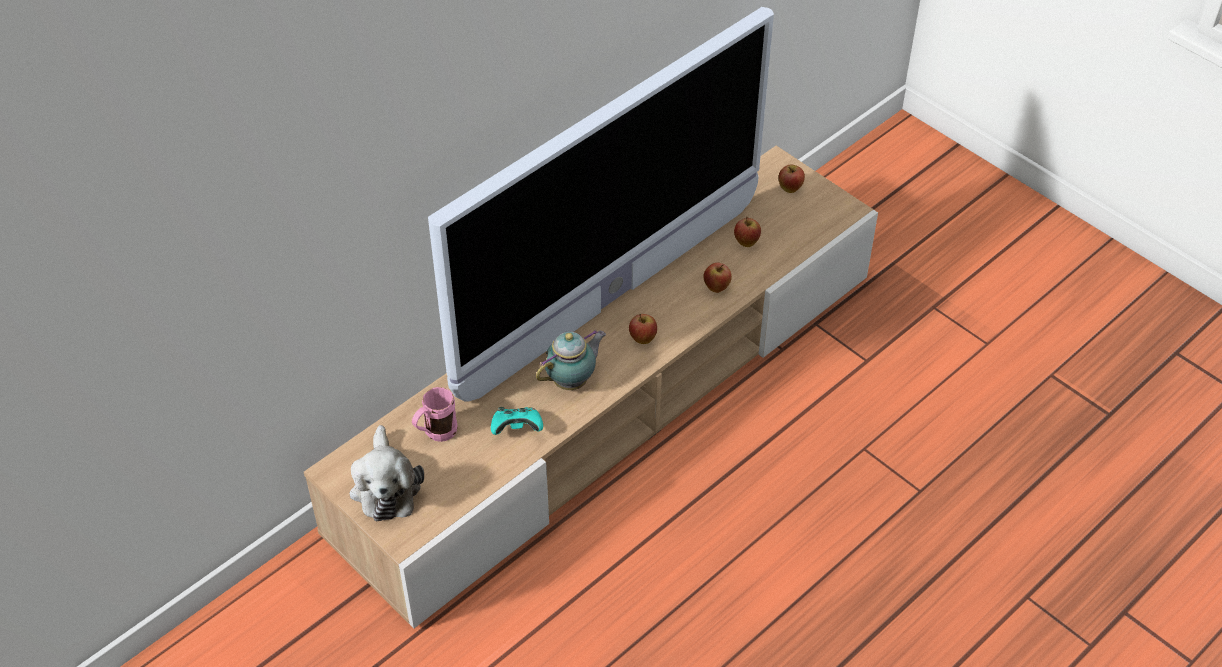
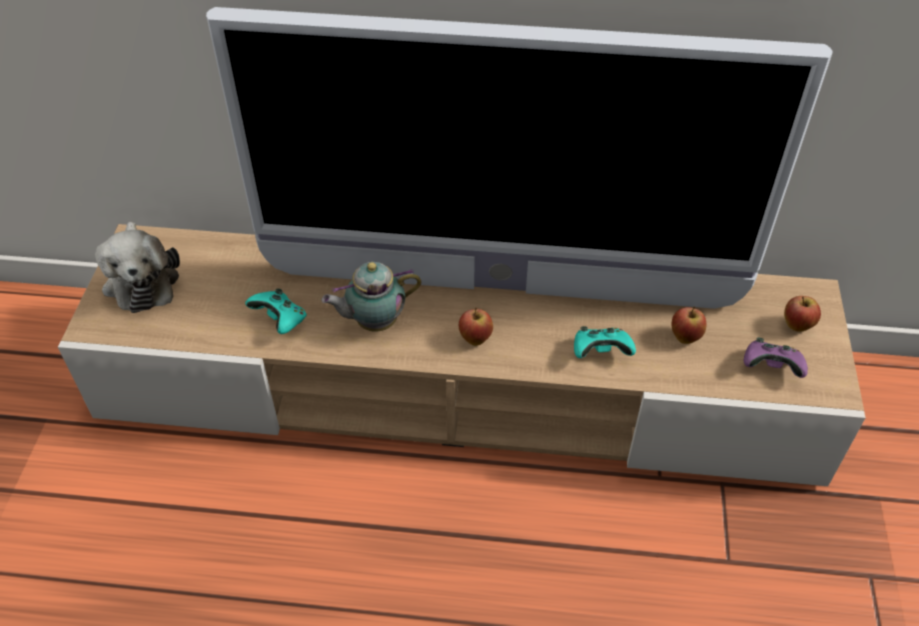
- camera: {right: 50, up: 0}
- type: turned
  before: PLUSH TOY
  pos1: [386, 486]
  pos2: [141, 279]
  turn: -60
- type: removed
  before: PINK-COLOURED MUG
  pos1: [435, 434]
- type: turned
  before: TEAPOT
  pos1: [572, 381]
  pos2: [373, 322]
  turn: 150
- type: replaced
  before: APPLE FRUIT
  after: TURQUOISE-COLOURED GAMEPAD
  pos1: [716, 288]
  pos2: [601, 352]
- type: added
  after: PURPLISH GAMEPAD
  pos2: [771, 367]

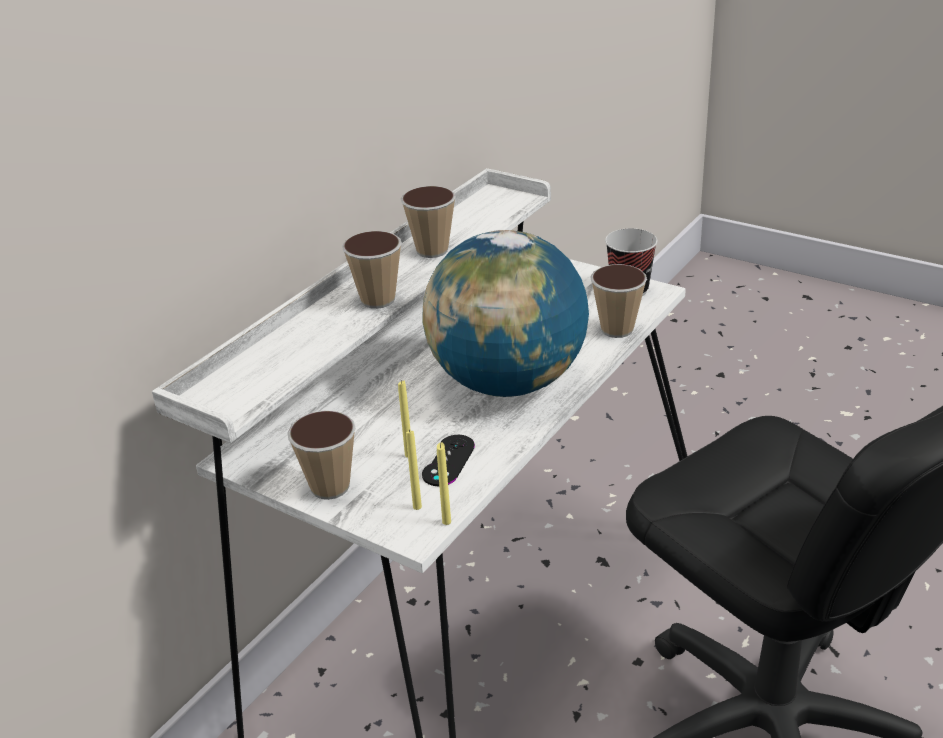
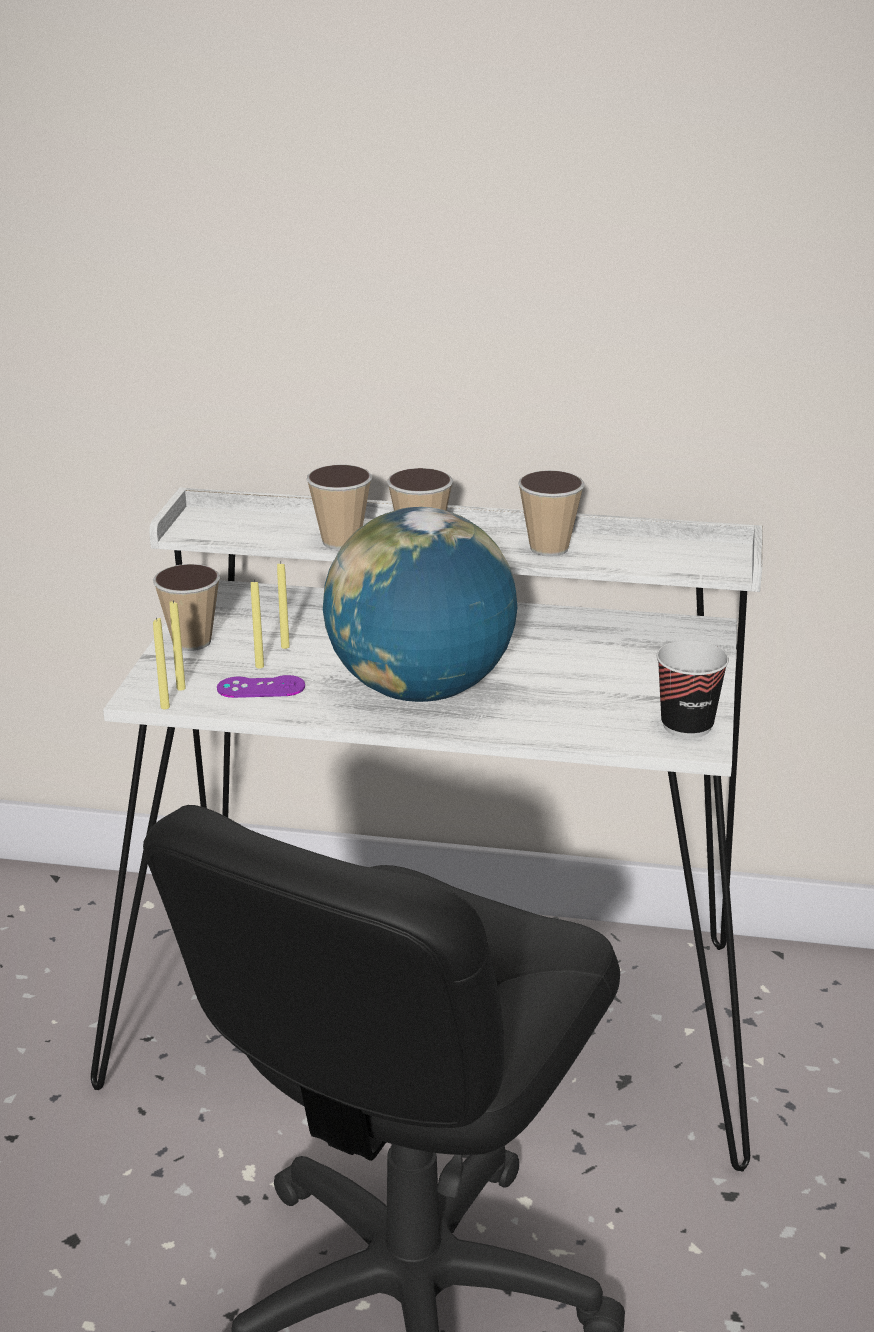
- camera: {right: 65, up: -5}
- type: recoloured
  before: BLACKISH GAMEPAD
  after: PURPLISH GAMEPAD
  pos1: [448, 460]
  pos2: [261, 687]
- type: moved
  before: SMALL CUP
  pos1: [617, 329]
  pos2: [341, 542]
- type: added
  after: YELLOW WAX CANDLE
  pos2: [285, 647]

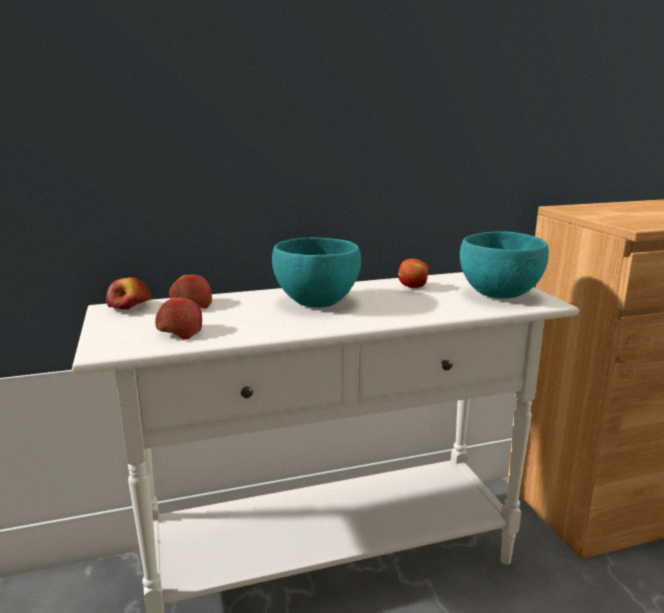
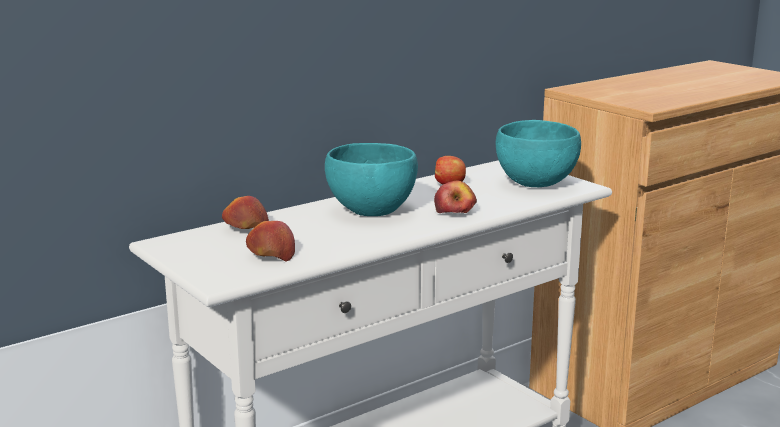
- camera: {right: -20, up: 0}
- type: moved
  before: APPLE FRUIT
  pos1: [130, 307]
  pos2: [455, 211]

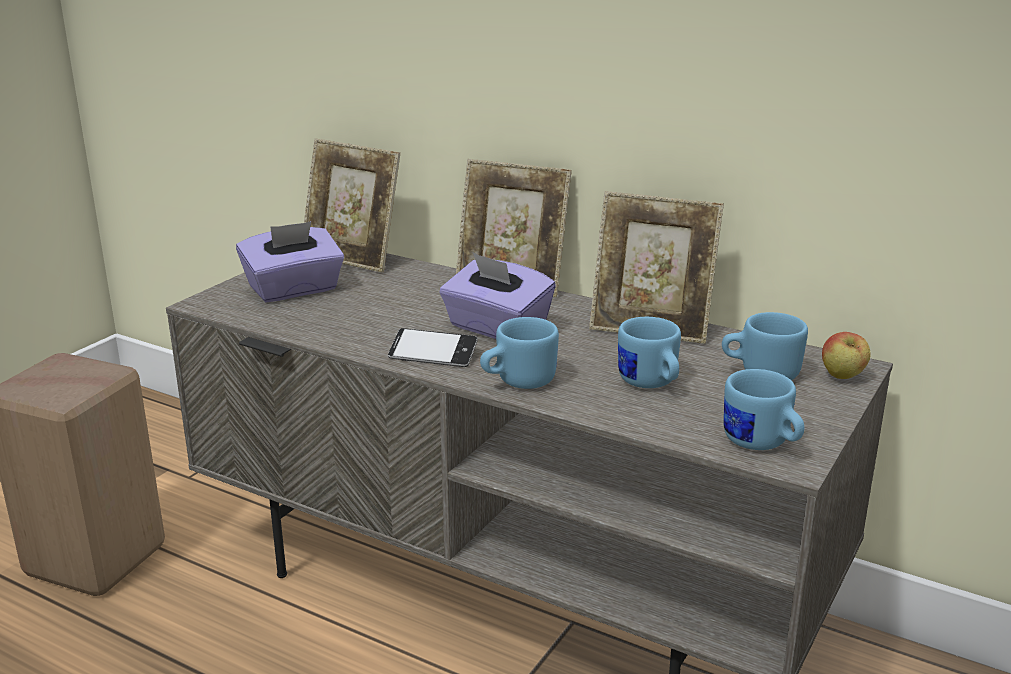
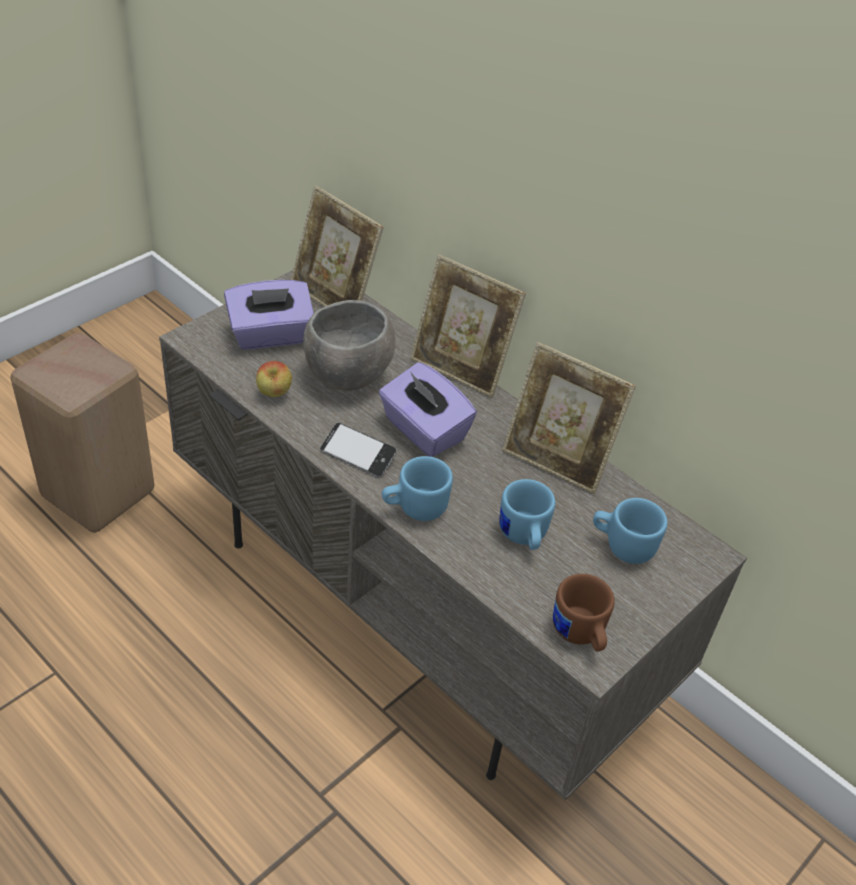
- camera: {right: 10, up: 20}
- type: recoloured
  before: BLUE-COLOURED MUG
  after: BROWN-COLOURED MUG
  pos1: [762, 444]
  pos2: [580, 635]
- type: moved
  before: APPLE FRUIT
  pos1: [842, 378]
  pos2: [274, 394]
- type: added
  after: GREYISH BOWL
  pos2: [346, 376]

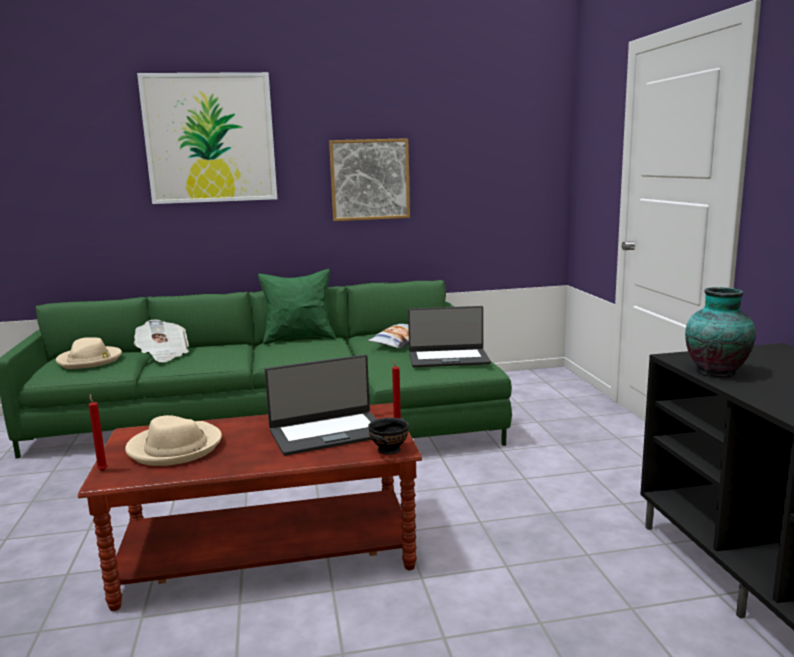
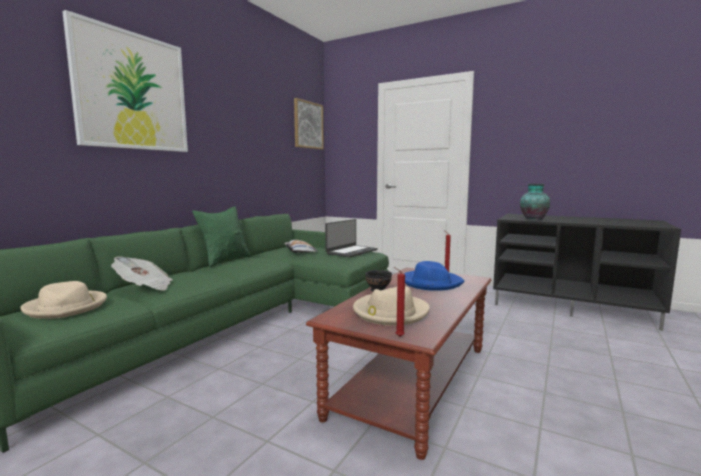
- camera: {right: -50, up: -5}
- type: replaced
  before: PORTABLE COMPUTER
  after: BLUE-COLOURED WEARABLE HAT
  pos1: [328, 433]
  pos2: [431, 283]
- type: moved
  before: WALL PICTURE
  pos1: [370, 179]
  pos2: [308, 125]
- type: moved
  before: BLACKISH BOWL
  pos1: [390, 449]
  pos2: [378, 290]

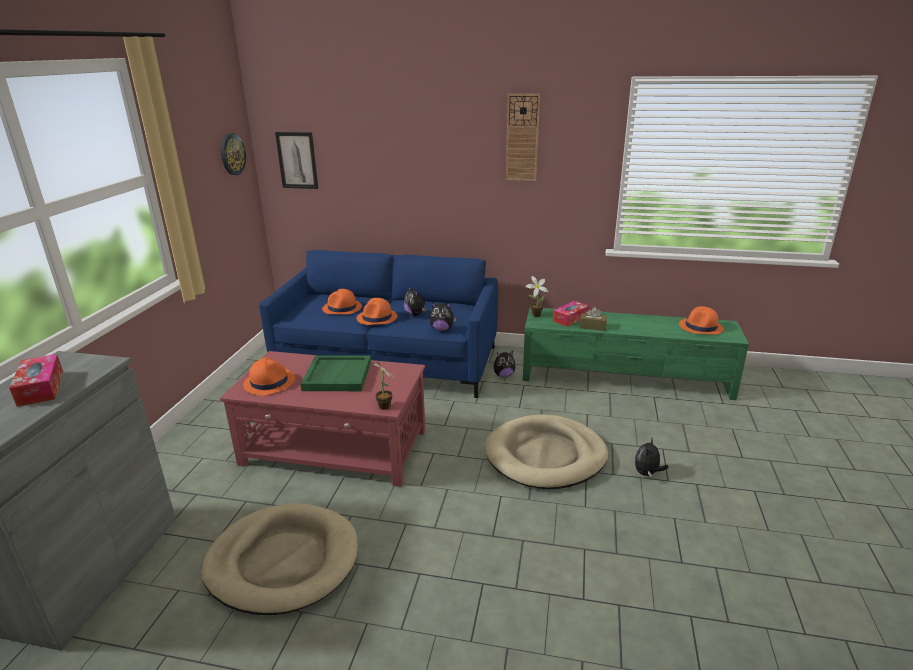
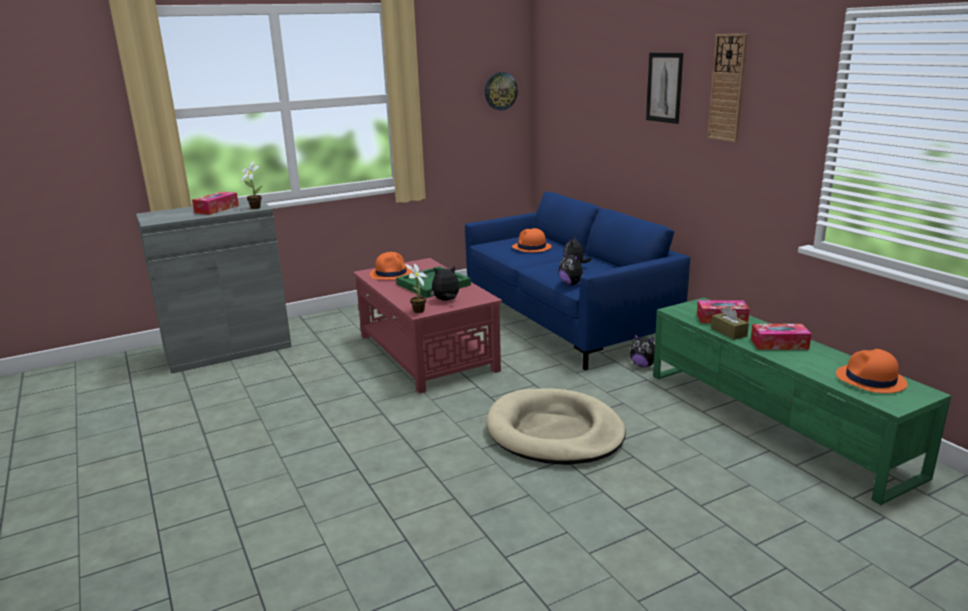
- camera: {right: 50, up: -5}
- type: removed
  before: SAND-COLOURED DOG CUSHION
  pos1: [283, 561]
- type: moved
  before: WALL PICTURE
  pos1: [297, 160]
  pos2: [664, 87]
- type: removed
  before: ORANGE WEARABLE HAT
  pos1: [377, 318]
- type: moved
  before: PLANT IN A POT
  pos1: [534, 315]
  pos2: [255, 207]
- type: moved
  before: PLUSH TOY
  pos1: [647, 473]
  pos2: [446, 300]
- type: added
  after: TISSUE BOX
  pos2: [779, 344]

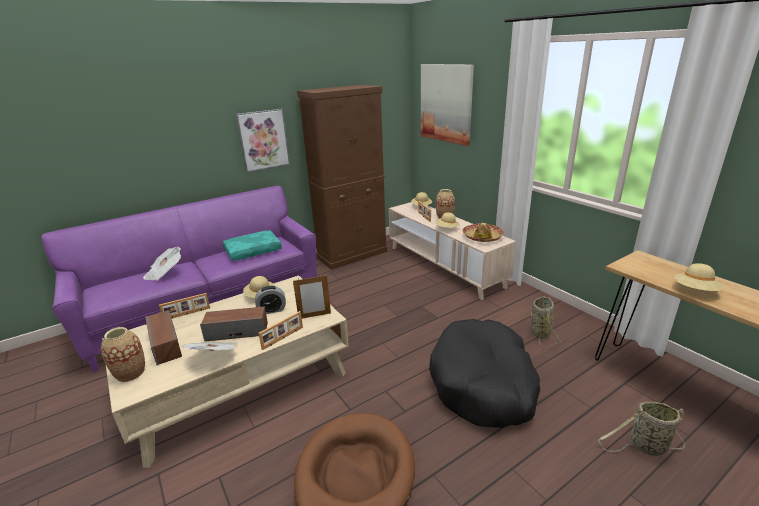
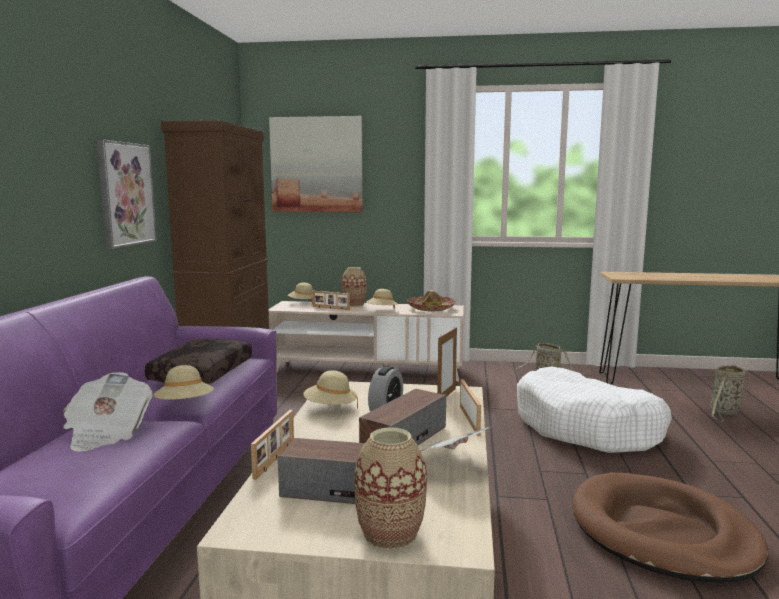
- camera: {right: -50, up: -15}
- type: recoloured
  before: TURQUOISE-COLOURED THROW PILLOW
  after: BROWN-COLOURED THROW PILLOW
  pos1: [253, 251]
  pos2: [201, 373]
- type: recoloured
  before: BLACKISH DOG CUSHION
  after: WHITISH DOG CUSHION
  pos1: [483, 383]
  pos2: [587, 428]
- type: moved
  before: SAND-COLOURED WEARABLE HAT
  pos1: [695, 291]
  pos2: [185, 405]

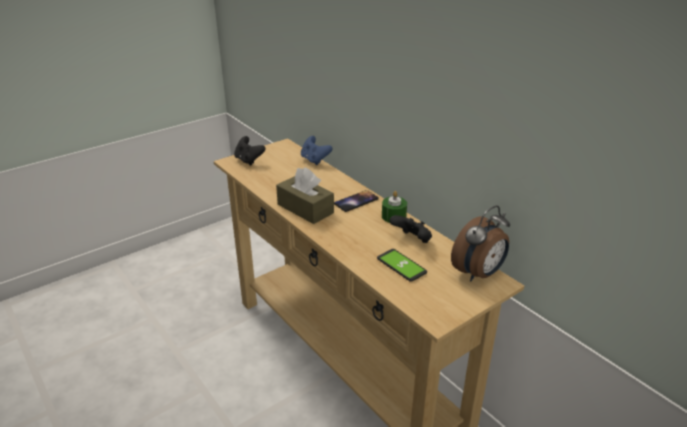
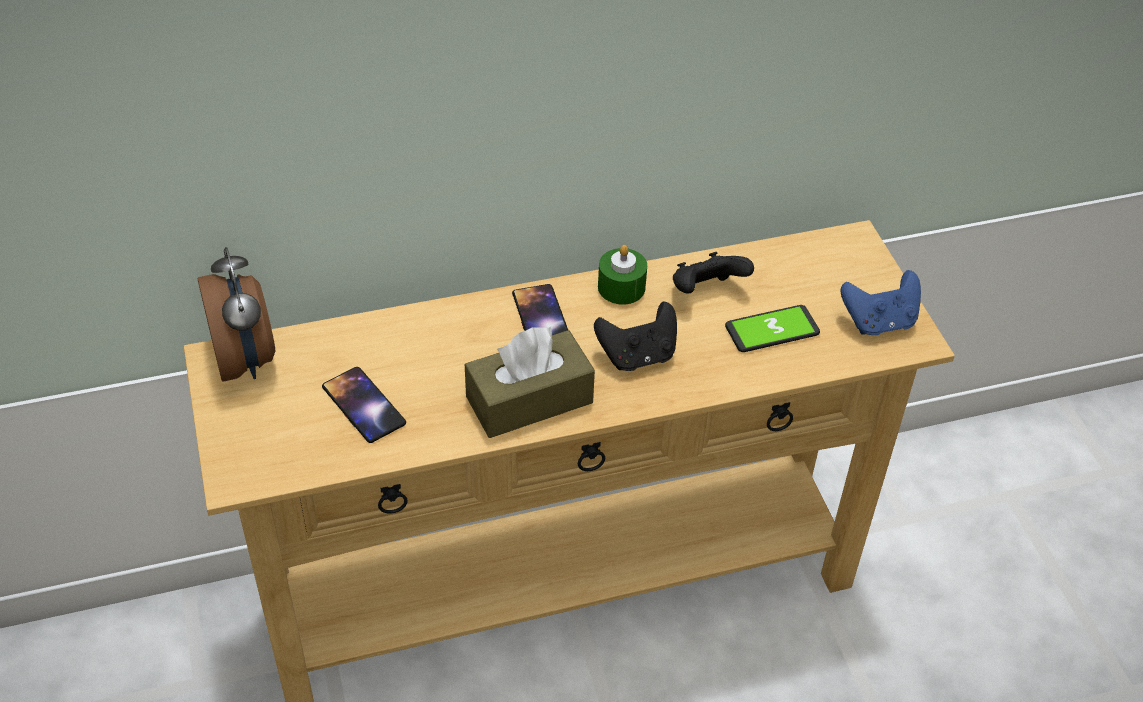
- camera: {right: -70, up: 15}
- type: moved
  before: BLACKISH GAMEPAD
  pos1: [249, 160]
  pos2: [637, 356]
- type: moved
  before: BLUE-COLOURED GAMEPAD
  pos1: [315, 160]
  pos2: [879, 322]
- type: moved
  before: BEDSIDE CLOCK
  pos1: [479, 274]
  pos2: [246, 359]
- type: added
  after: HANDSET
  pos2: [363, 405]

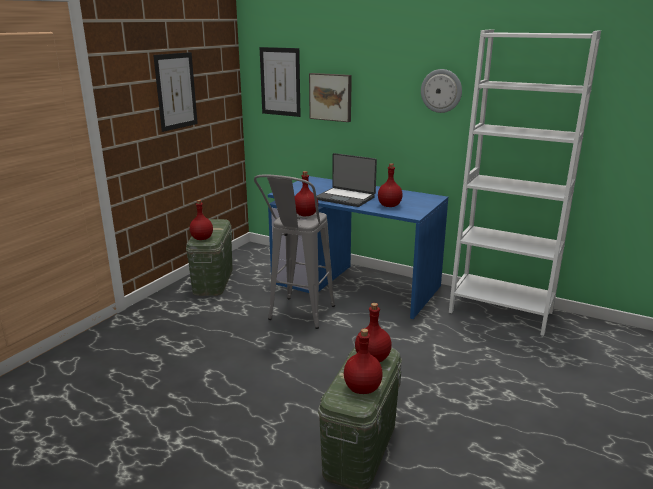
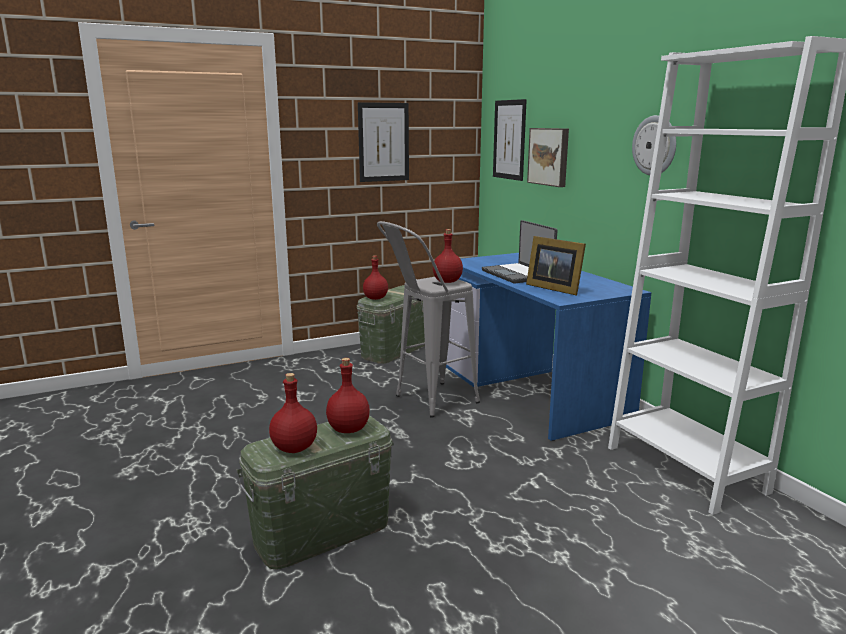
- camera: {right: 35, up: -5}
- type: replaced
  before: RED-COLOURED BEVERAGE BOTTLE
  after: STANDING FRAME
  pos1: [389, 205]
  pos2: [553, 288]

